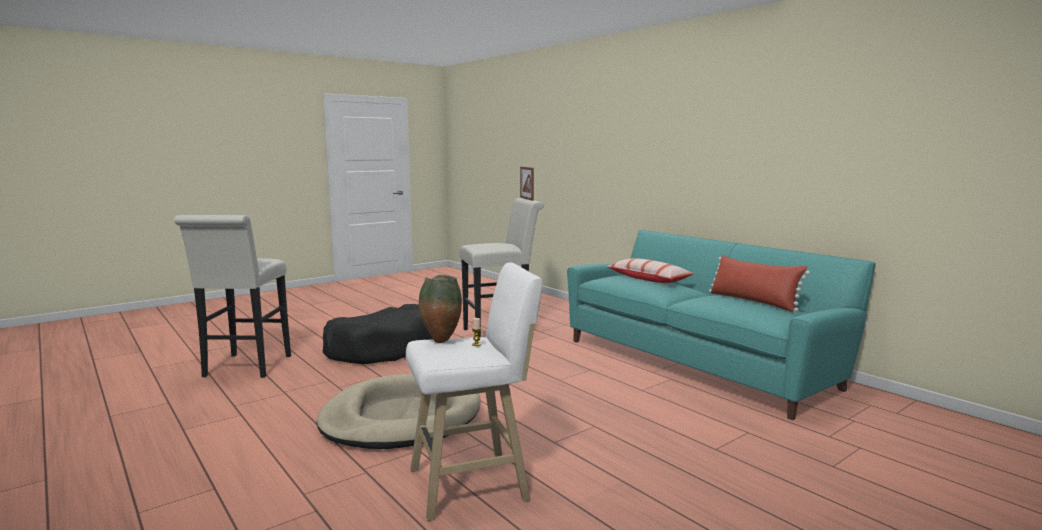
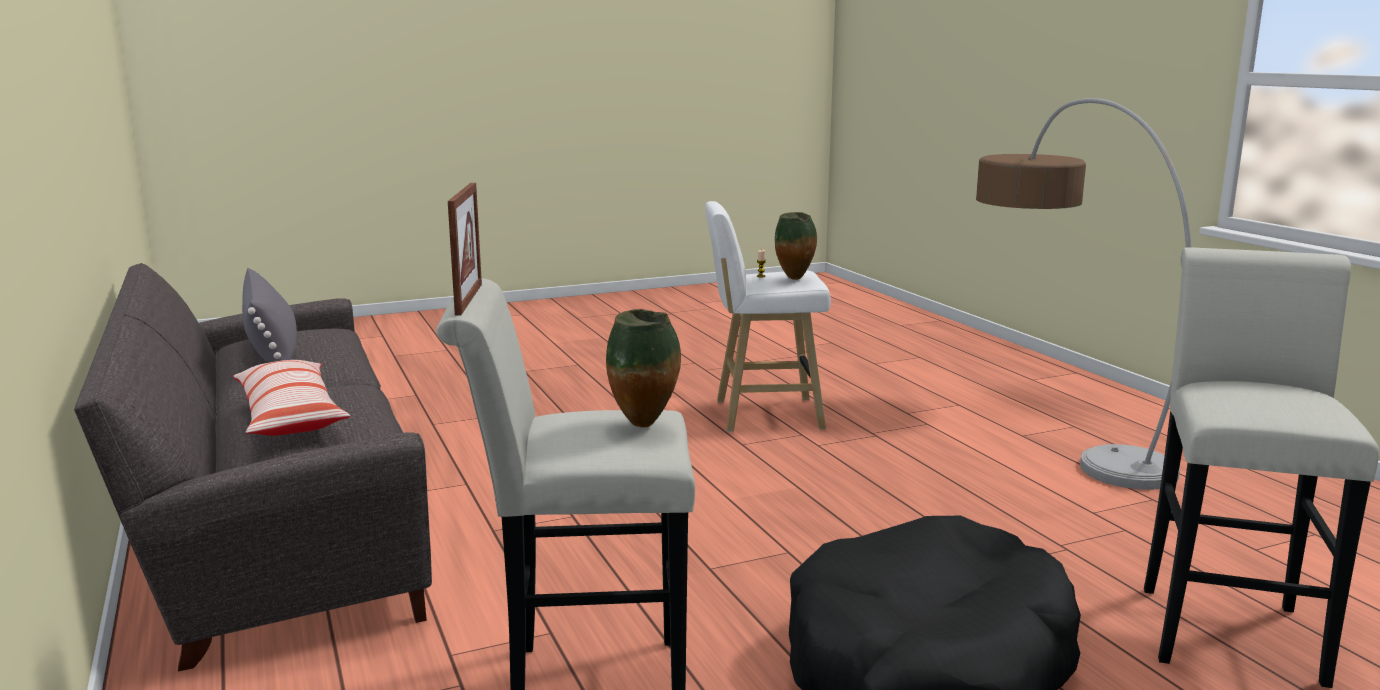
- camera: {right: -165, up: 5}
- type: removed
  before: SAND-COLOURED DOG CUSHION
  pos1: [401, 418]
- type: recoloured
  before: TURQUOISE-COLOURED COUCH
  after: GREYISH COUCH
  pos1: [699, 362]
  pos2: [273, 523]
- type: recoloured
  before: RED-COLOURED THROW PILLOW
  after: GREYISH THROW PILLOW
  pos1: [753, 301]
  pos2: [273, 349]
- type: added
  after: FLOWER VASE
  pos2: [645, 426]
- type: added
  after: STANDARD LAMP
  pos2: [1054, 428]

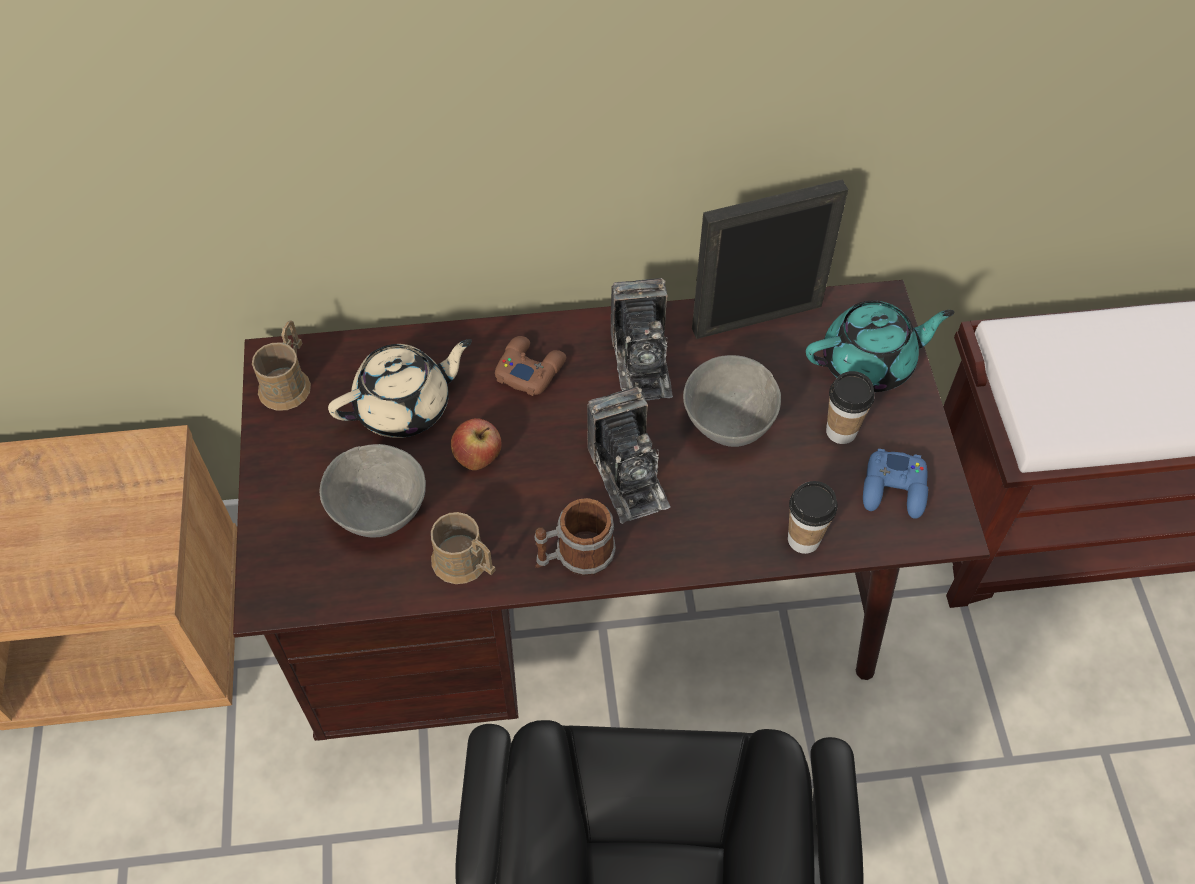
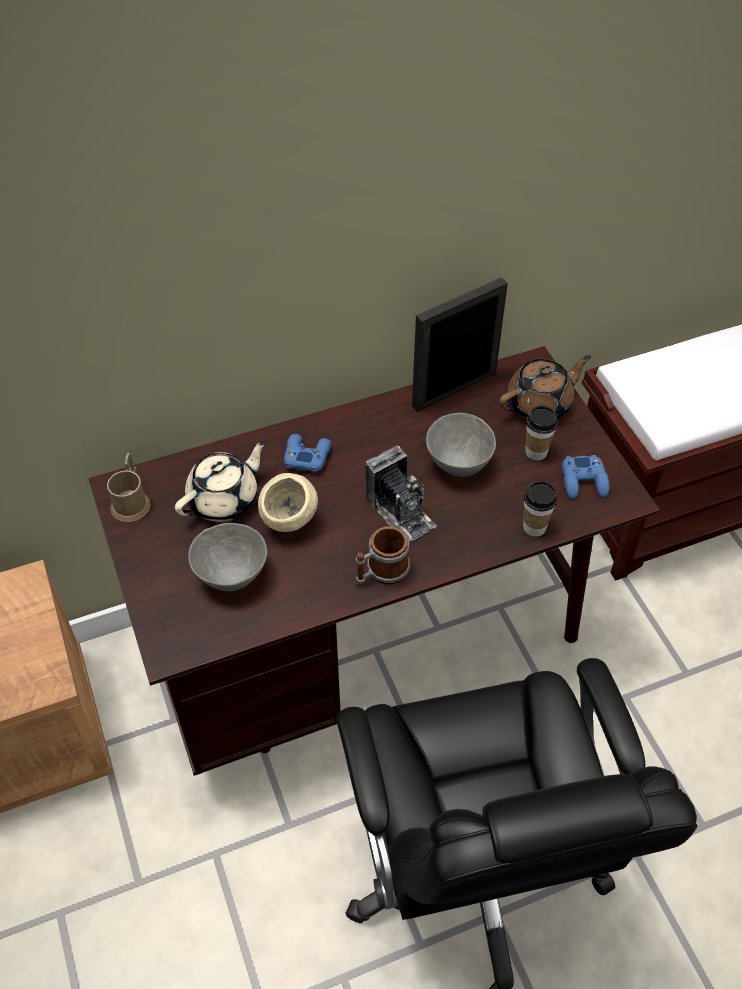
- camera: {right: -15, up: -5}
- type: removed
  before: BROWN-COLOURED MUG
  pos1: [466, 563]
- type: replaced
  before: APPLE FRUIT
  after: SAND-COLOURED BOWL
  pos1: [478, 458]
  pos2: [290, 523]
- type: recoloured
  before: BROWN-COLOURED GAMEPAD
  after: BLUE-COLOURED GAMEPAD
  pos1: [530, 369]
  pos2: [307, 456]
- type: removed
  before: STILL CAMERA
  pos1: [641, 362]
- type: recoloured
  before: TURQUOISE-COLOURED TEAPOT
  after: BROWN-COLOURED TEAPOT
  pos1: [869, 363]
  pos2: [540, 404]

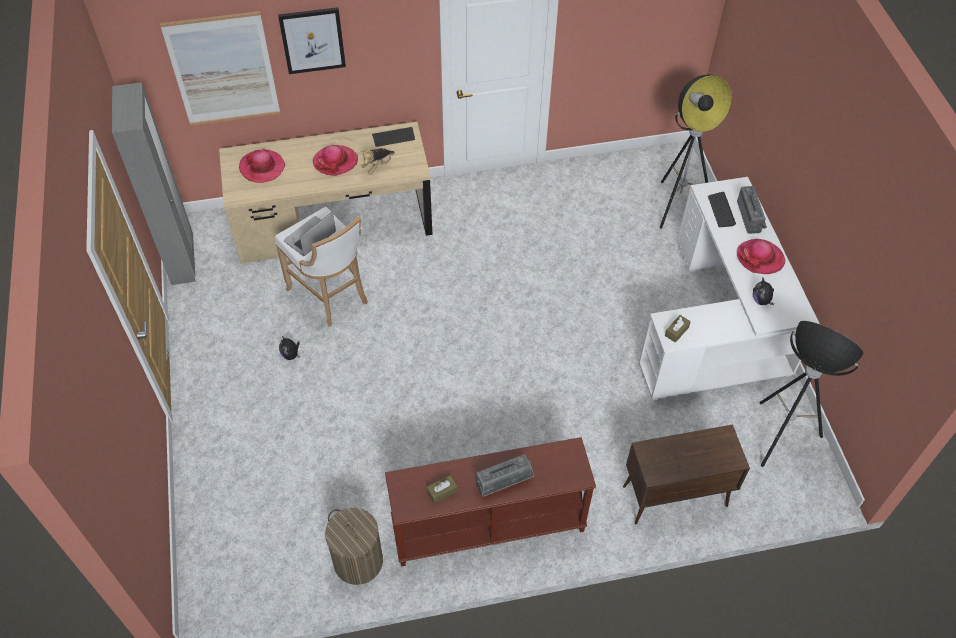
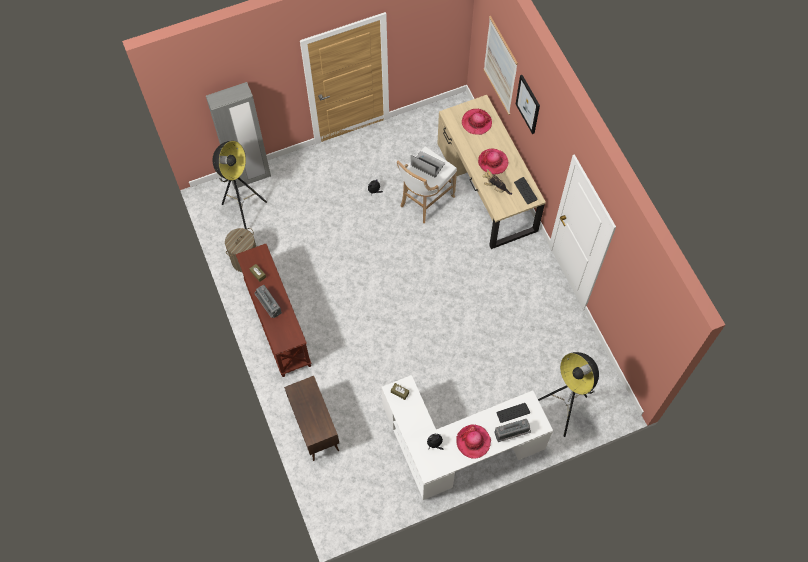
- camera: {right: 80, up: 10}
- type: moved
  before: GREYISH ARMOIRE
  pos1: [183, 260]
  pos2: [250, 177]
- type: moved
  before: STANDARD LAMP
  pos1: [779, 436]
  pos2: [244, 213]

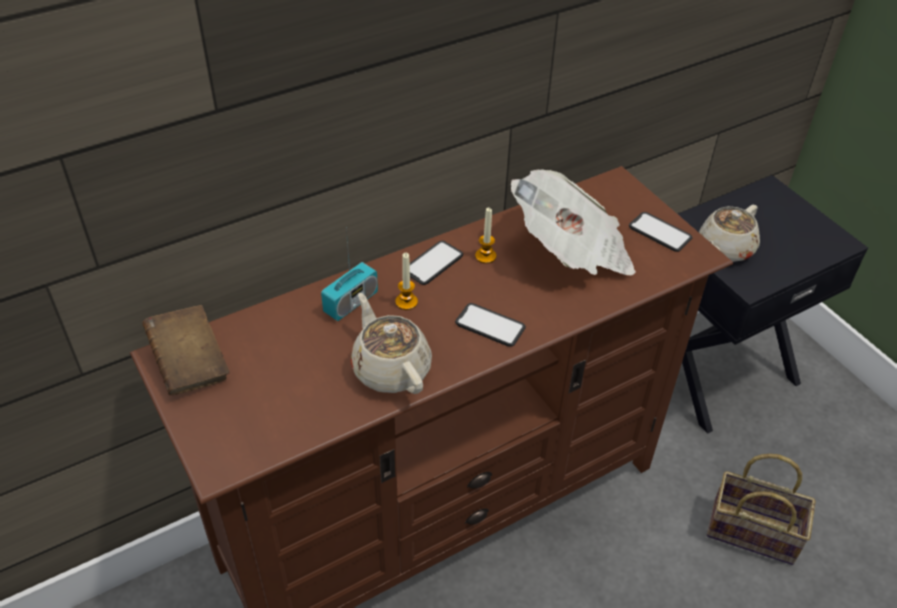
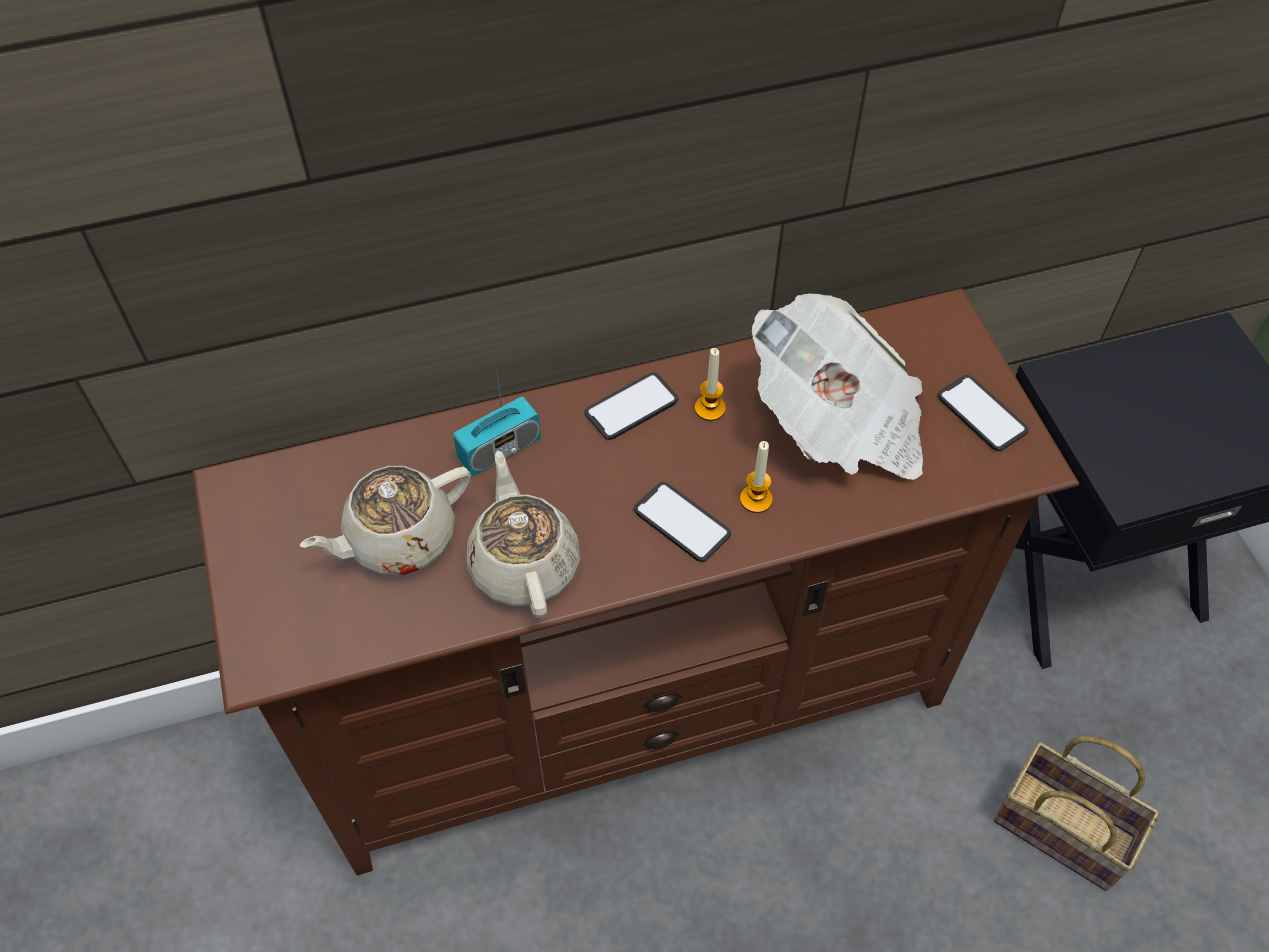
- camera: {right: 15, up: 10}
- type: removed
  before: BROWN-COLOURED BOOK
  pos1: [190, 364]
- type: moved
  before: WAX CANDLE
  pos1: [406, 302]
  pos2: [756, 499]
- type: moved
  before: SAND-COLOURED TEAPOT
  pos1: [724, 249]
  pos2: [398, 538]

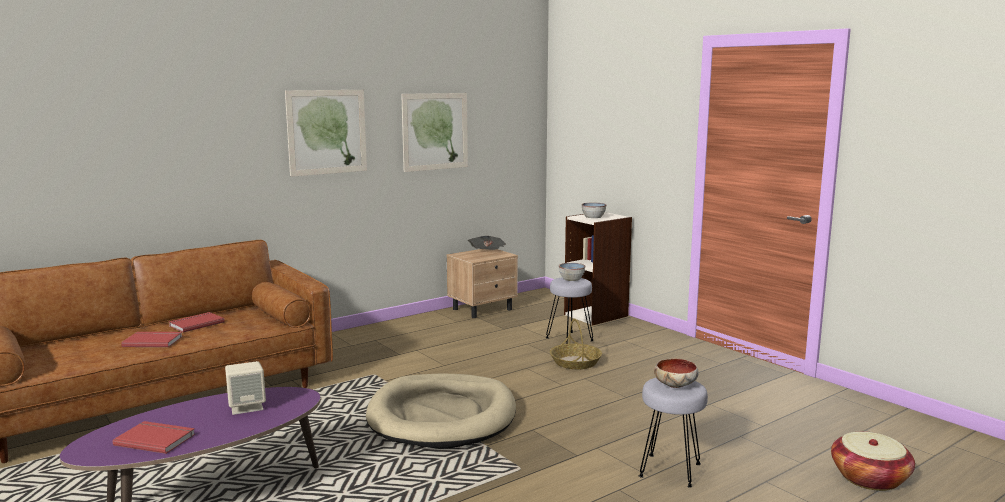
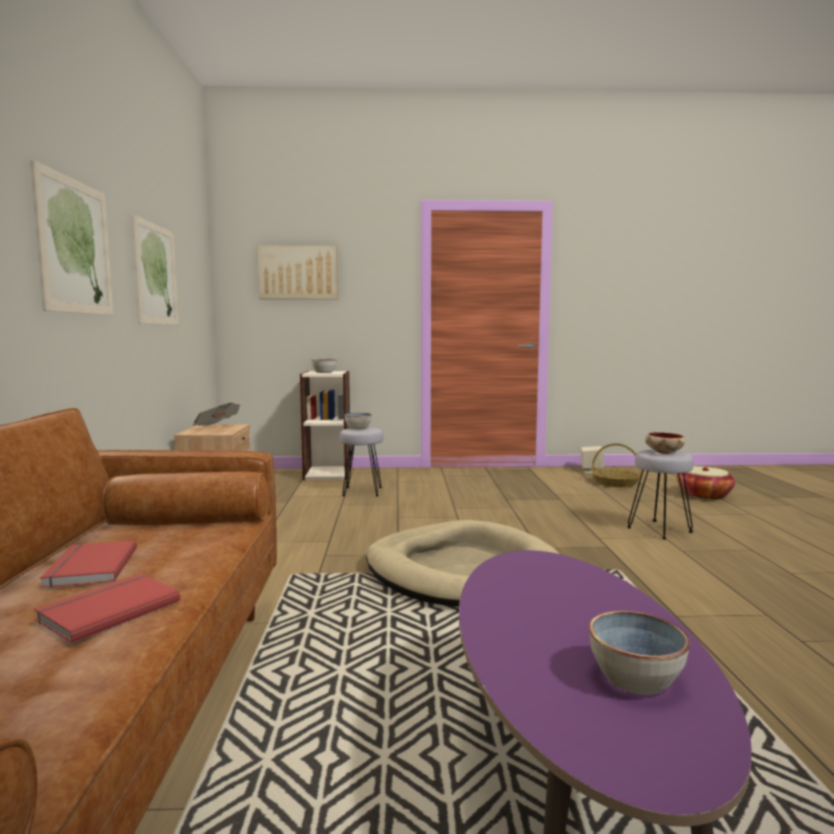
- camera: {right: -55, up: -5}
- type: replaced
  before: RED-COLOURED BOOK
  after: BOWL
  pos1: [156, 439]
  pos2: [634, 678]
- type: moved
  before: SAND-COLOURED LOUDSPEAKER
  pos1: [247, 407]
  pos2: [591, 471]
- type: moved
  before: STORAGE BASKET
  pos1: [575, 362]
  pos2: [616, 483]
- type: added
  after: WALL PICTURE
  pos2: [298, 272]

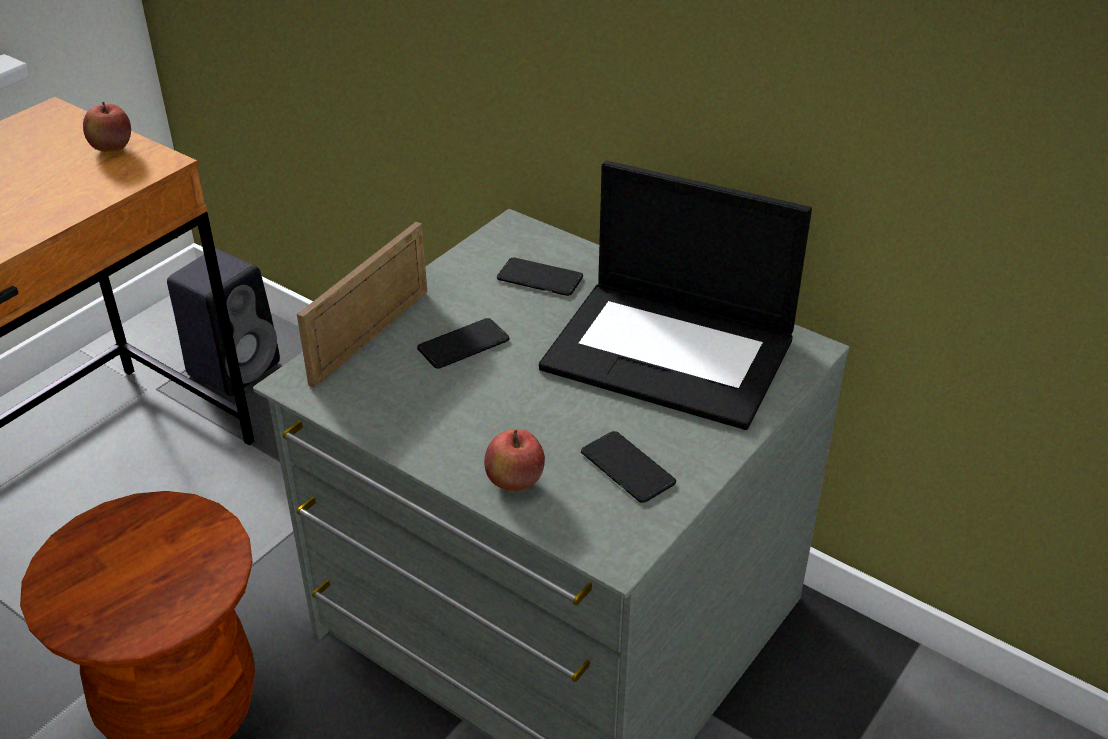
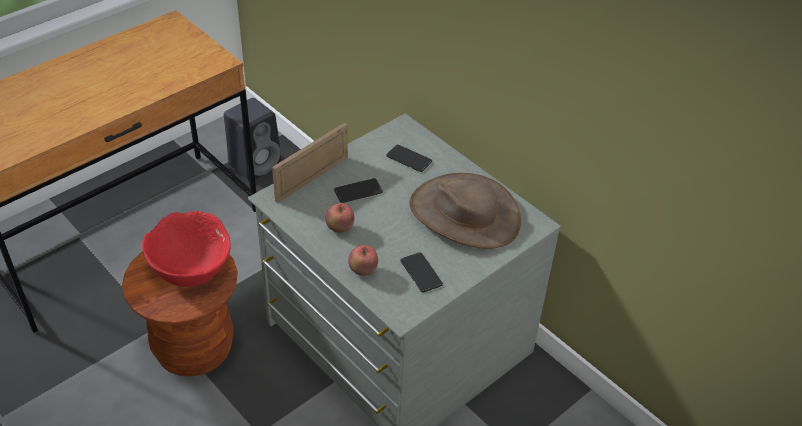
- camera: {right: 10, up: 5}
- type: moved
  before: APPLE FRUIT
  pos1: [112, 149]
  pos2: [340, 229]
- type: replaced
  before: PORTABLE COMPUTER
  after: BROWN-COLOURED WEARABLE HAT
  pos1: [672, 352]
  pos2: [464, 214]
- type: added
  after: RED-COLOURED BOWL
  pos2: [192, 266]

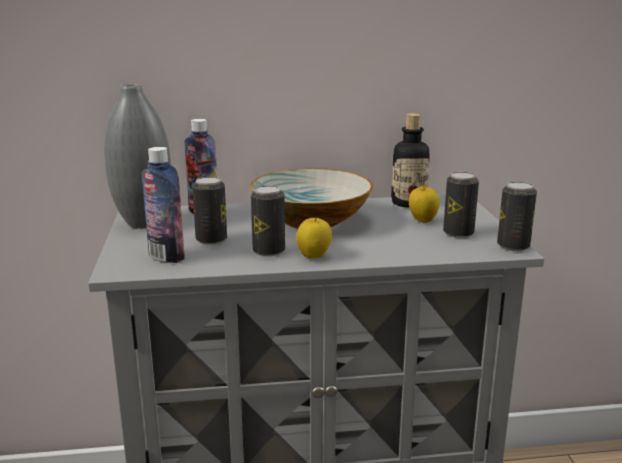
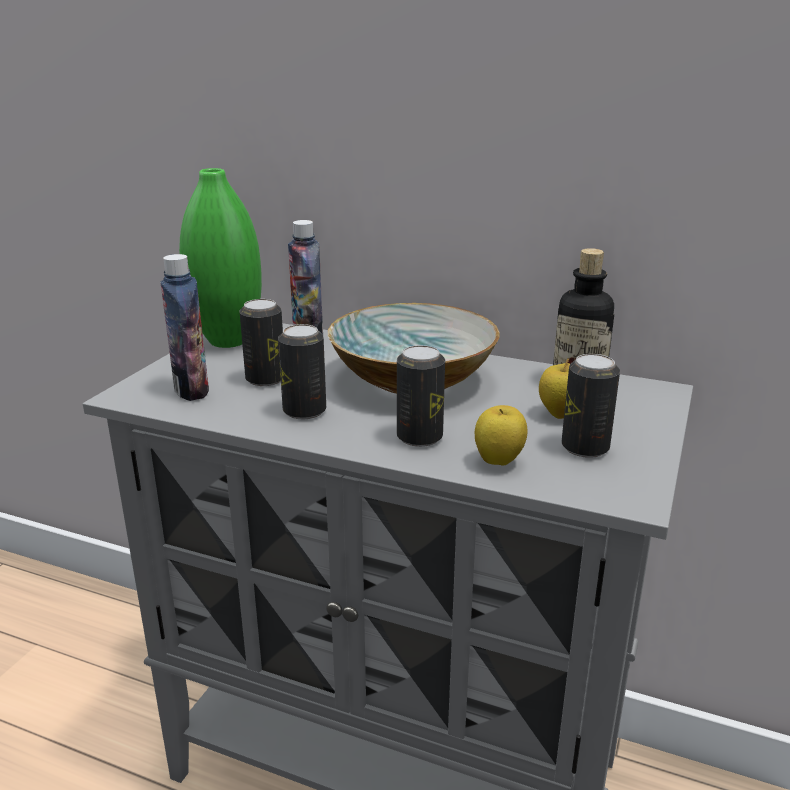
- camera: {right: 30, up: 5}
- type: recoloured
  before: GREYISH FLOWER VASE
  after: GREEN FLOWER VASE
  pos1: [143, 223]
  pos2: [228, 341]
- type: moved
  before: APPLE FRUIT
  pos1: [314, 257]
  pos2: [499, 462]
- type: moved
  before: CAN
  pos1: [513, 246]
  pos2: [419, 437]

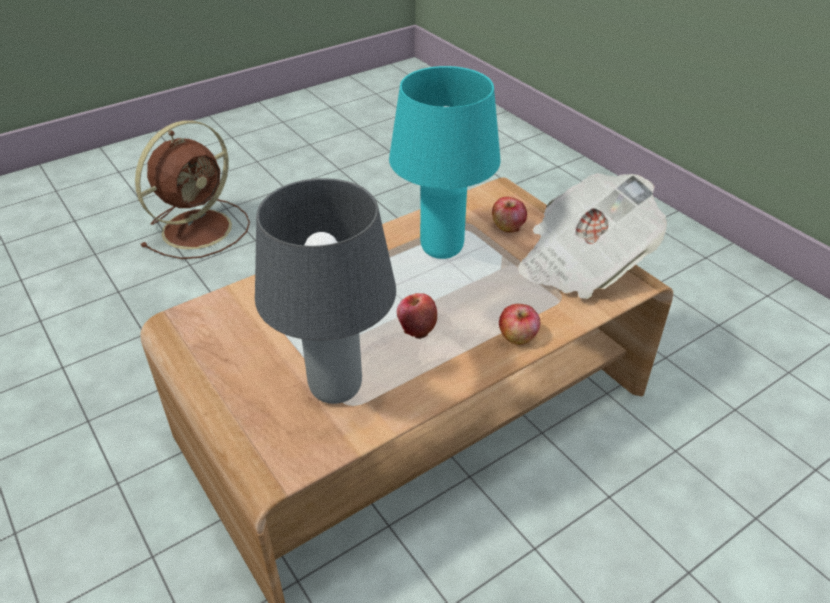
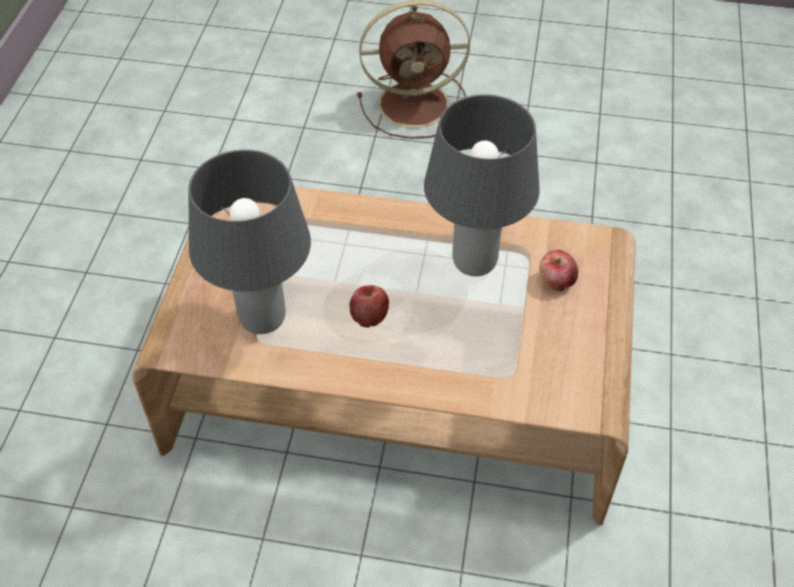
- camera: {right: 45, up: 10}
- type: recoloured
  before: TURQUOISE-COLOURED LAMP FOR A TABLE
  after: GREYISH LAMP FOR A TABLE
  pos1: [442, 249]
  pos2: [474, 264]
- type: removed
  before: APPLE FRUIT
  pos1: [517, 337]
- type: removed
  before: DAILY PAPER
  pos1: [582, 263]

